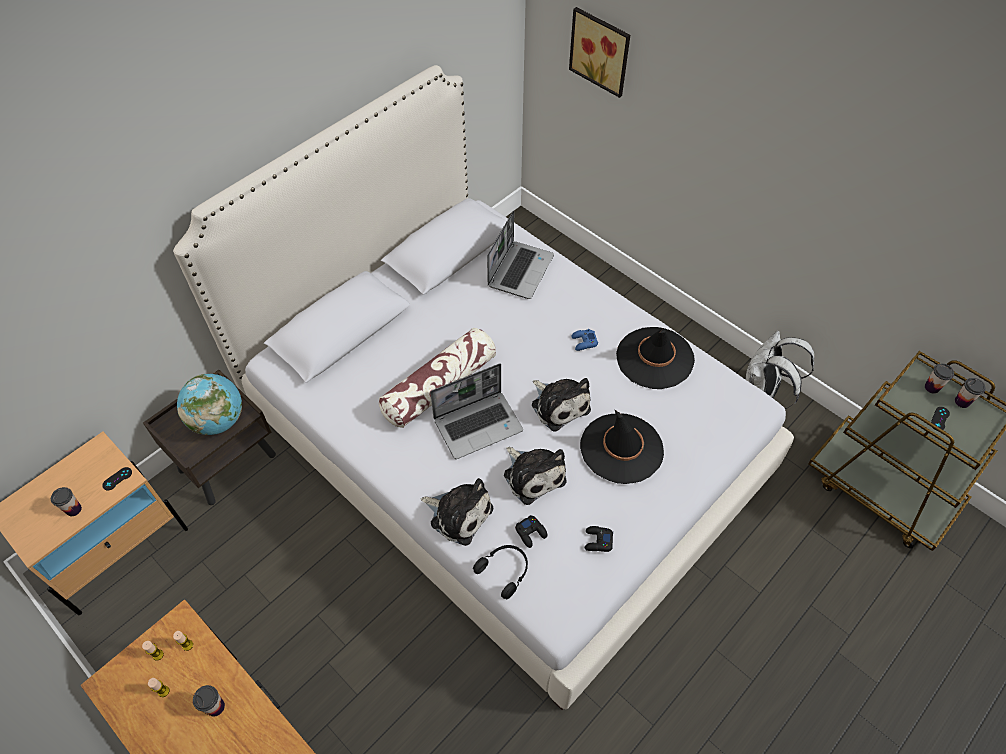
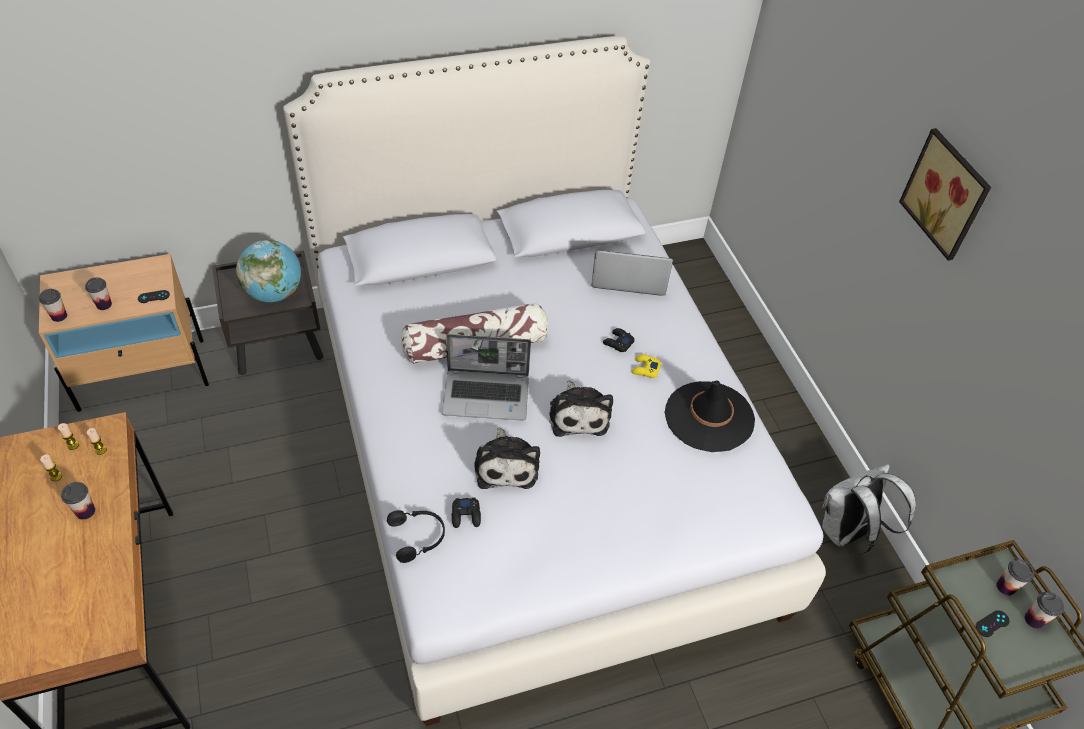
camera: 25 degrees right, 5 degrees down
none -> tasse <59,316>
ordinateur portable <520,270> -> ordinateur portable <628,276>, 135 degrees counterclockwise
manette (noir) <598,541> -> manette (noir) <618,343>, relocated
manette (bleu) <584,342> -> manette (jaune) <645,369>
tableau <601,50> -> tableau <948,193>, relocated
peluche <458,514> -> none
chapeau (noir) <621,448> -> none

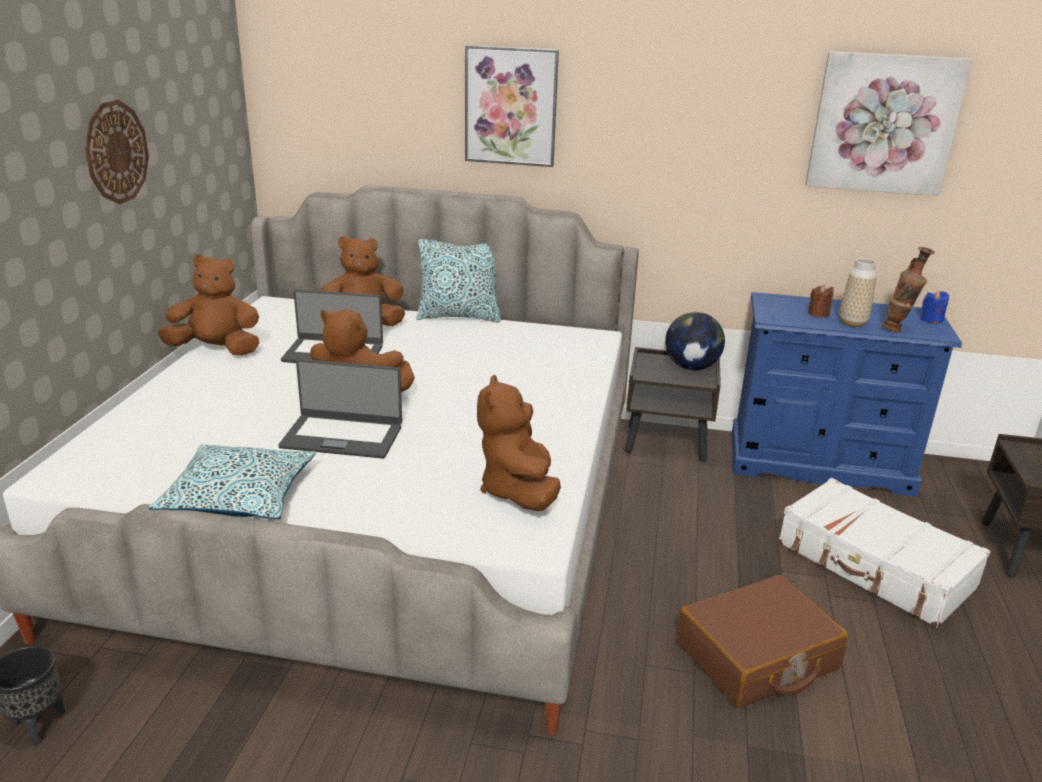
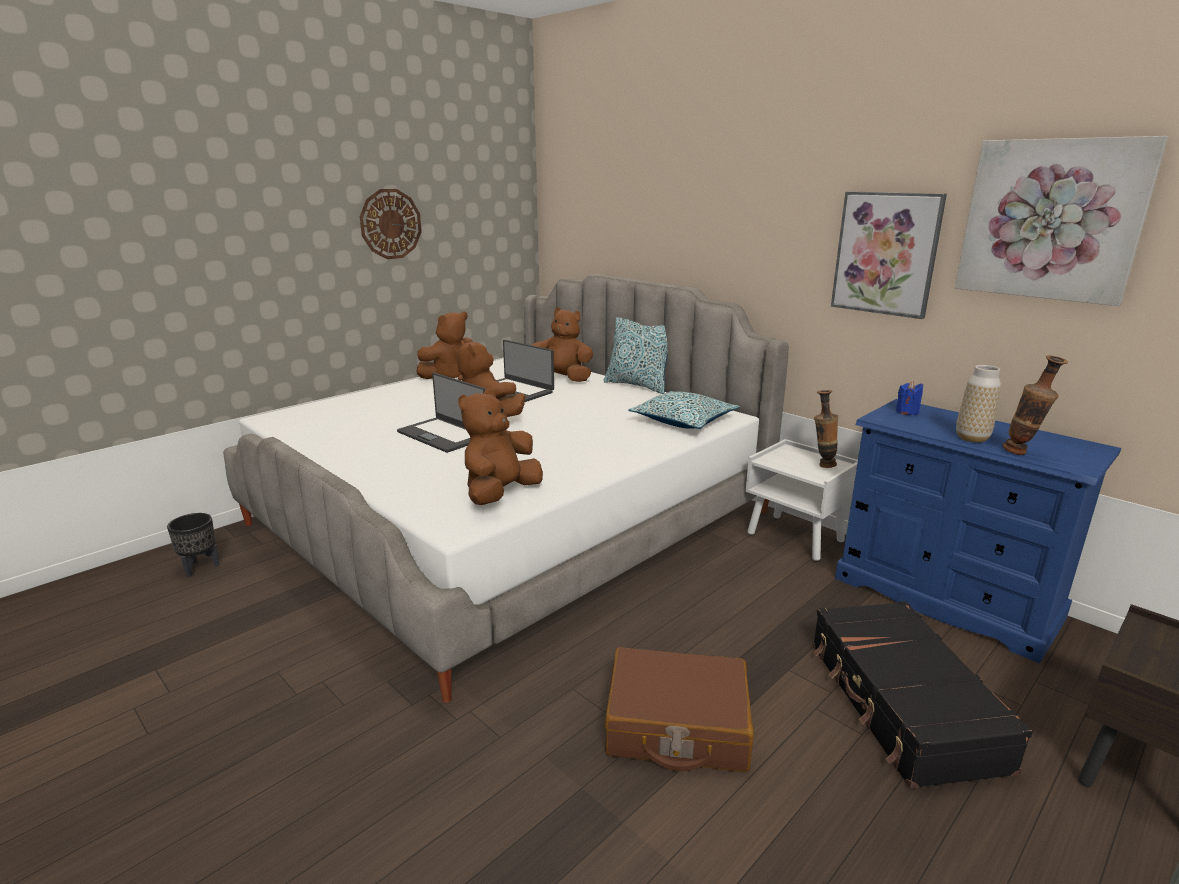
camera: 35 degrees right, 5 degrees down
peluche (marron) <217,350> -> peluche (marron) <450,376>, 105 degrees clockwise
coussin <239,496> -> coussin <683,421>, relocated
table de chevet (marron) <667,443> -> table de chevet (blanc) <796,537>
valise (blanc) <874,566> -> valise (noir) <901,704>
globe <691,367> -> vase <822,464>
tableau <511,106> -> tableau <886,253>, relocated
bougie (bleu) <931,320> -> bougie (bleu) <907,412>, relocated
bougie (marron) <818,314> -> none

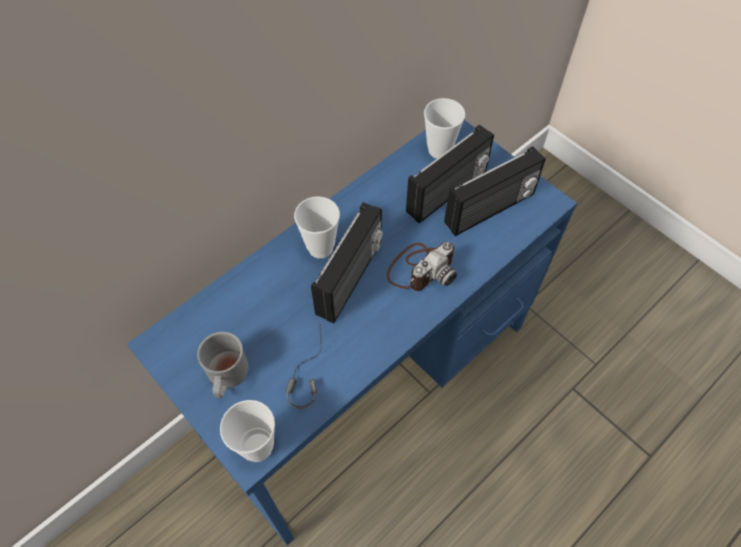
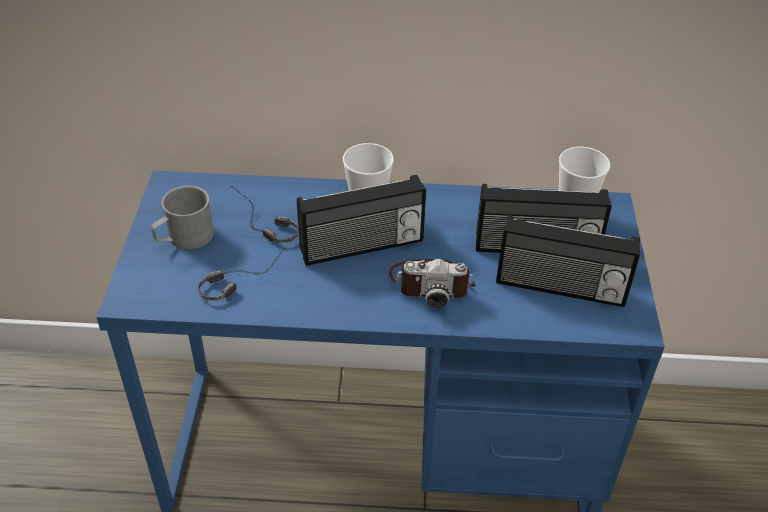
camera: 45 degrees right, 15 degrees down
none -> casque audio <259,225>
tasse <258,447> -> none

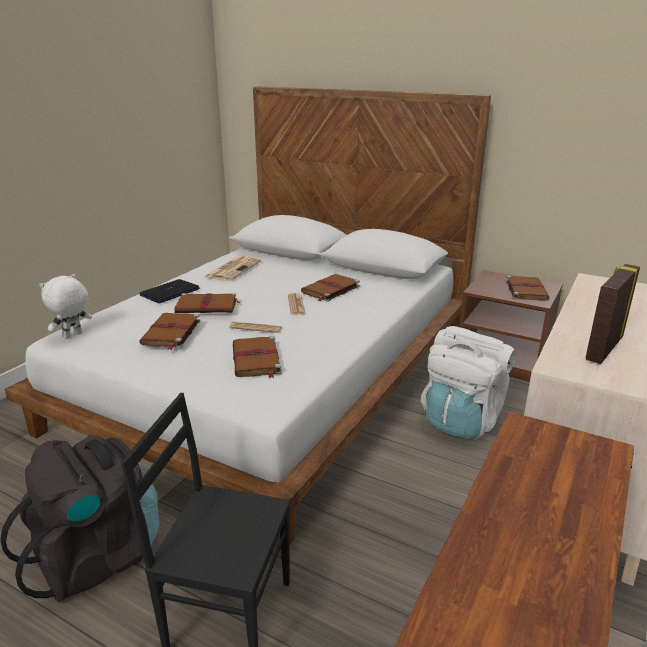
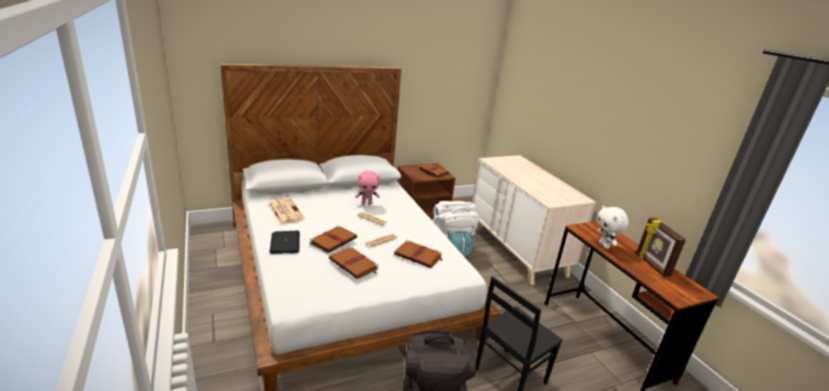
camera: 55 degrees left, 0 degrees up
livre (marron) <330,290> -> peluche (rose) <367,203>
peluche (blanc) <73,336> -> peluche (blanc) <604,246>, relocated
cadre photo <603,348> -> cadre photo <651,265>, relocated

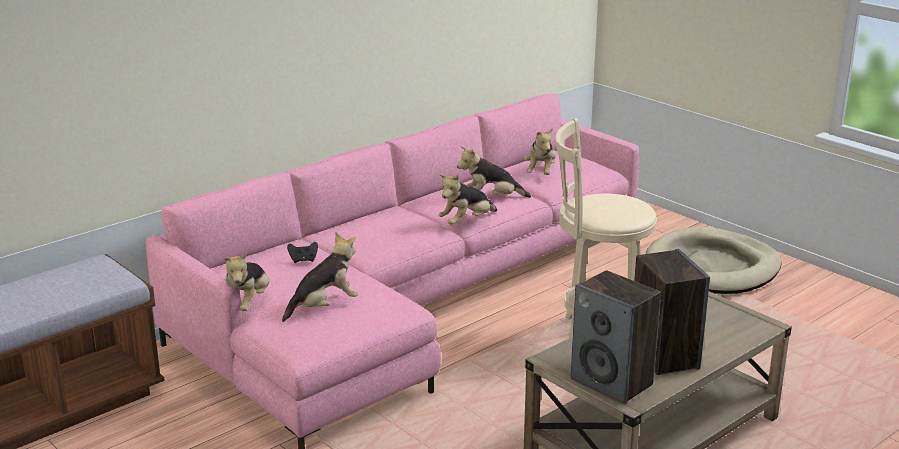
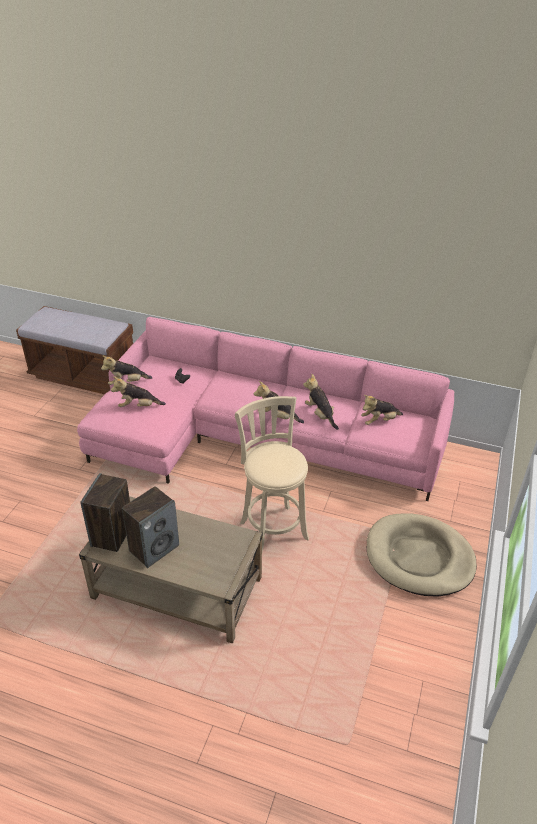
camera: 60 degrees right, 15 degrees up
peluche <324,306> -> peluche <138,406>, 150 degrees clockwise

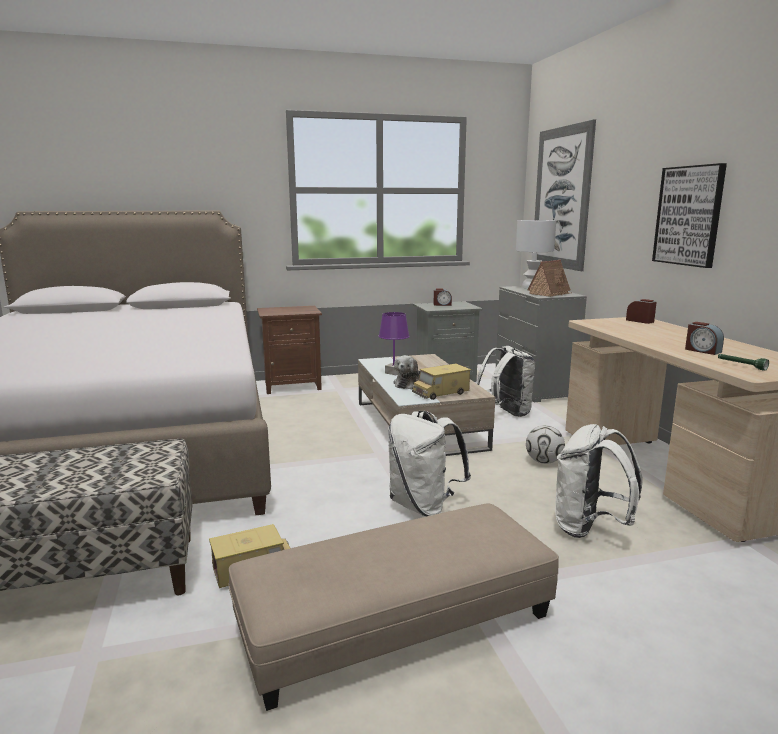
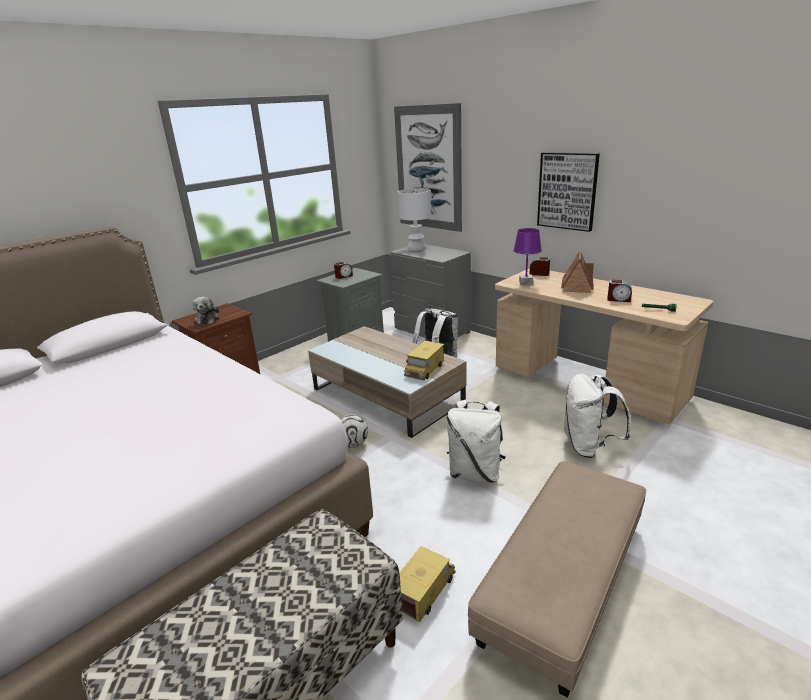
camera: 30 degrees left, 10 degrees up
peluche <408,384> -> peluche <207,319>, relocated
ballon de foot <544,461> -> ballon de foot <353,444>, relocated
lampe de table (violet) <394,373> -> lampe de table (violet) <526,283>, relocated
maison miniature <550,293> -> maison miniature <577,286>, relocated

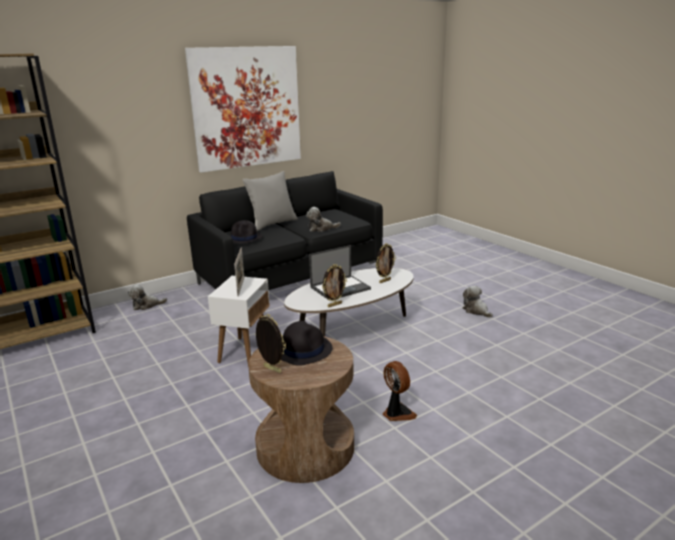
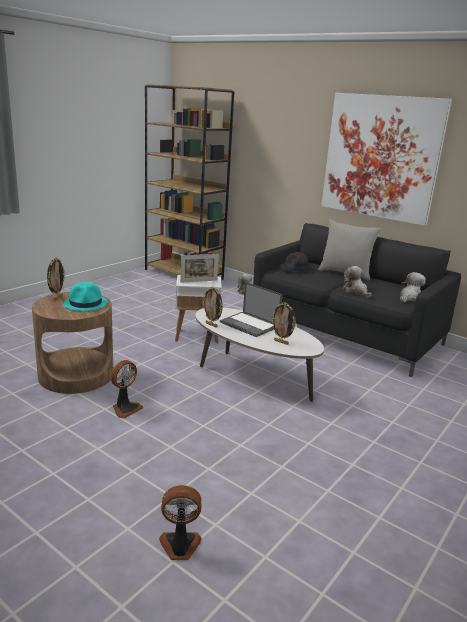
camera: 70 degrees right, 0 degrees up
chapeau (noir) <303,349> -> chapeau (turquoise) <86,304>
none -> ventilateur <180,546>
peluche <476,311> -> peluche <409,298>, relocated

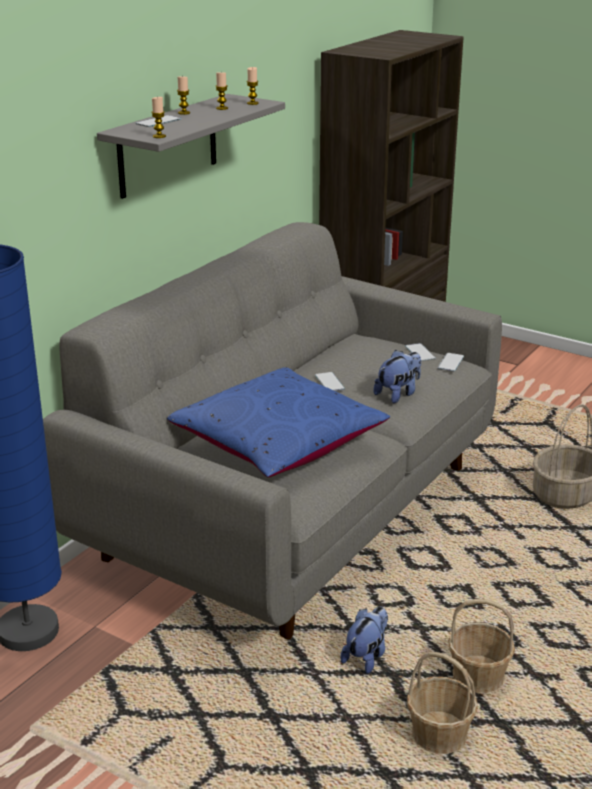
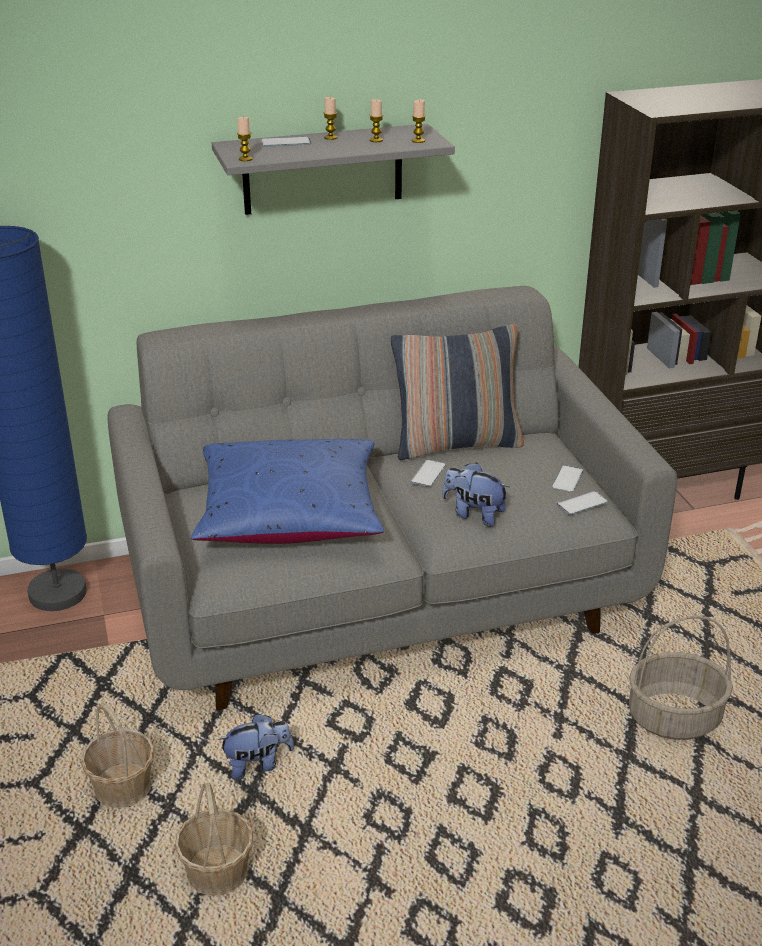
camera: 40 degrees right, 5 degrees up
panier <478,677> -> panier <123,788>, relocated
none -> coussin <456,444>
peluche <398,394> -> peluche <473,514>, 150 degrees counterclockwise

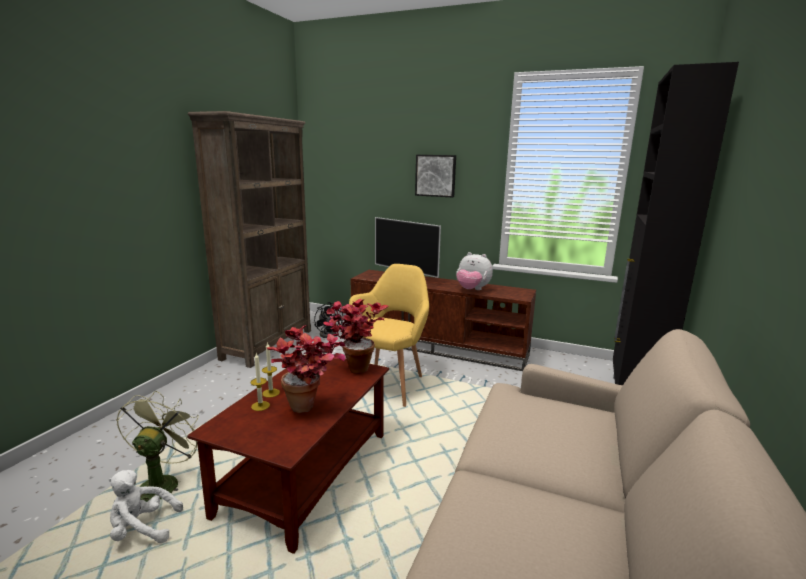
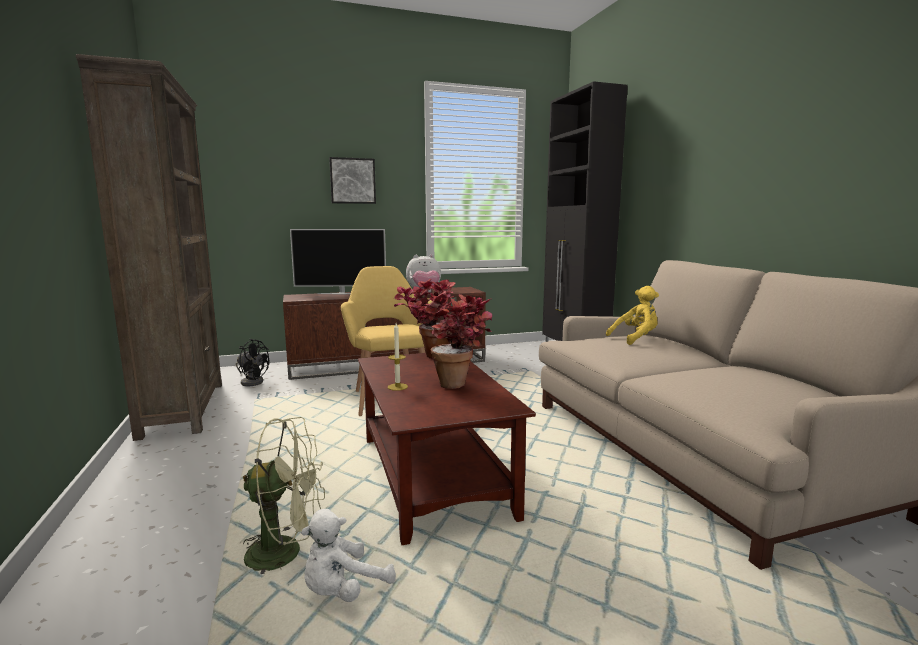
camera: 40 degrees left, 5 degrees down
ventilateur (vert) <162,482> -> ventilateur (vert) <286,552>, 120 degrees clockwise
none -> peluche (jaune) <635,339>
bougie <260,406> -> none

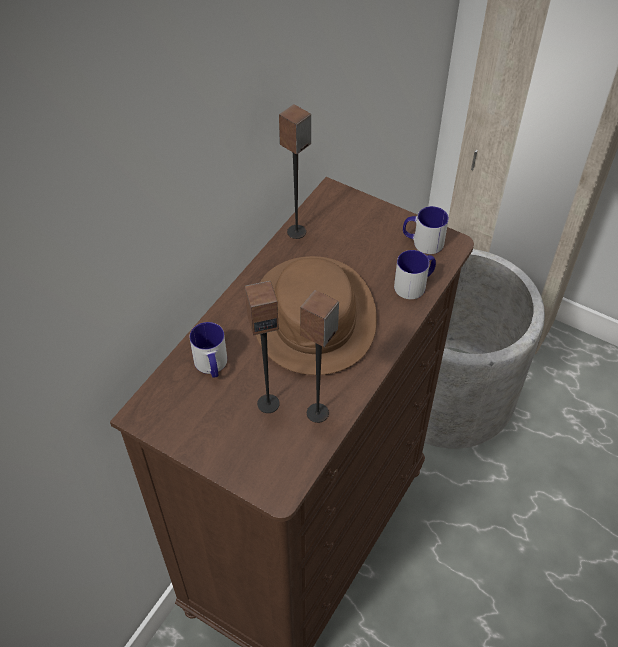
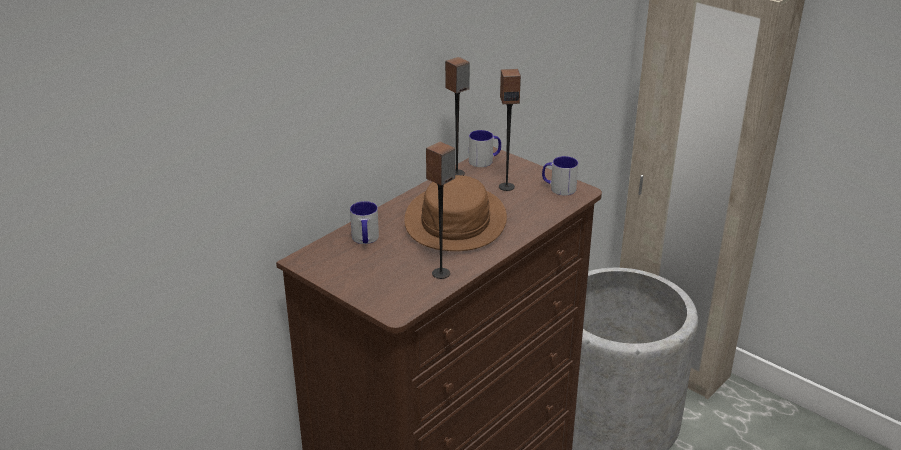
camera: 10 degrees right, 20 degrees down
mug <414,284> -> mug <485,160>, relocated
enceinte <268,403> -> enceinte <506,186>, relocated

